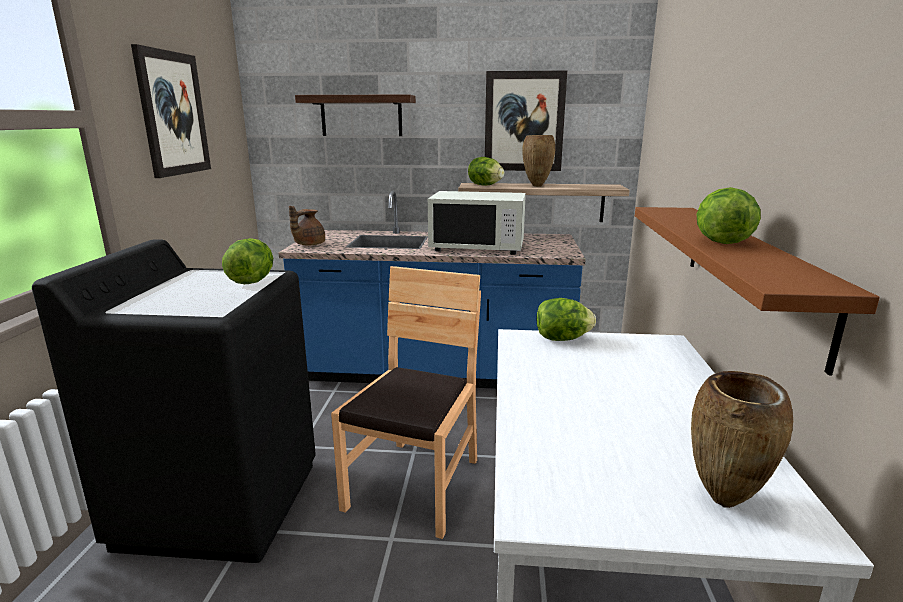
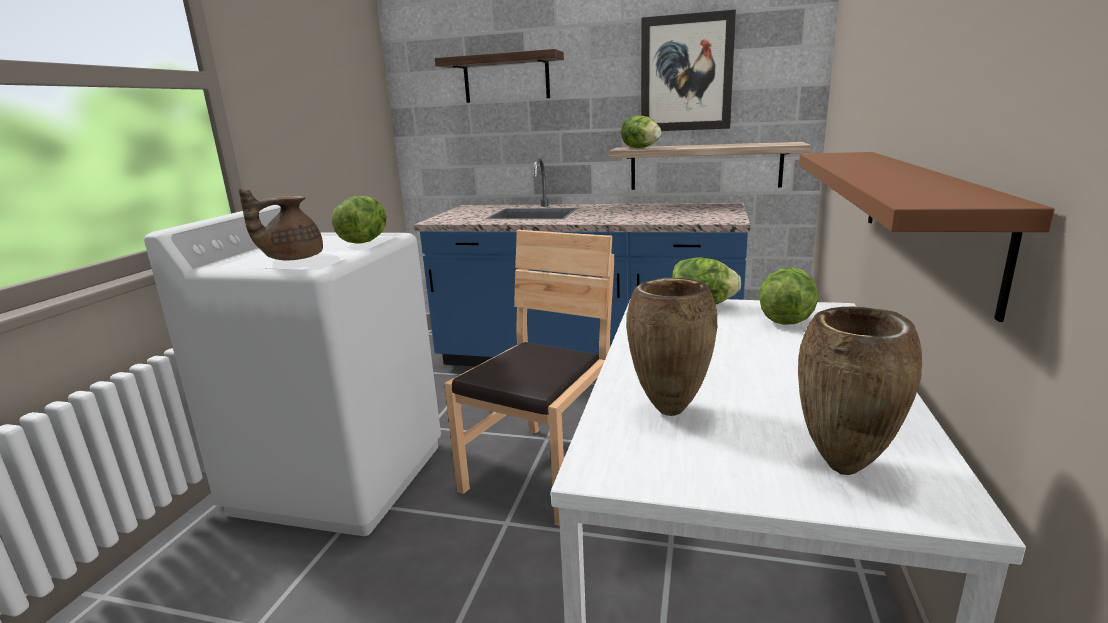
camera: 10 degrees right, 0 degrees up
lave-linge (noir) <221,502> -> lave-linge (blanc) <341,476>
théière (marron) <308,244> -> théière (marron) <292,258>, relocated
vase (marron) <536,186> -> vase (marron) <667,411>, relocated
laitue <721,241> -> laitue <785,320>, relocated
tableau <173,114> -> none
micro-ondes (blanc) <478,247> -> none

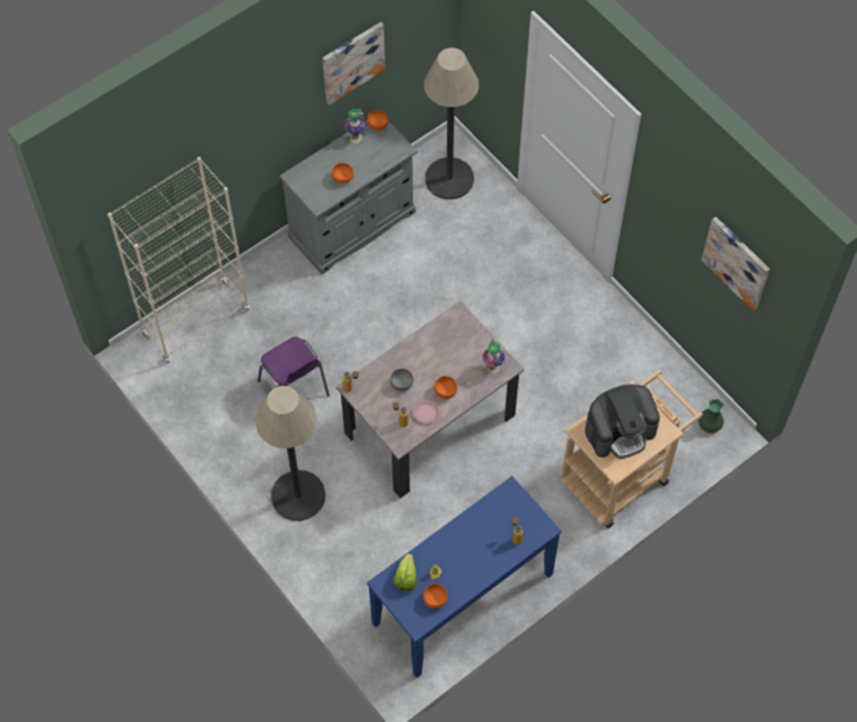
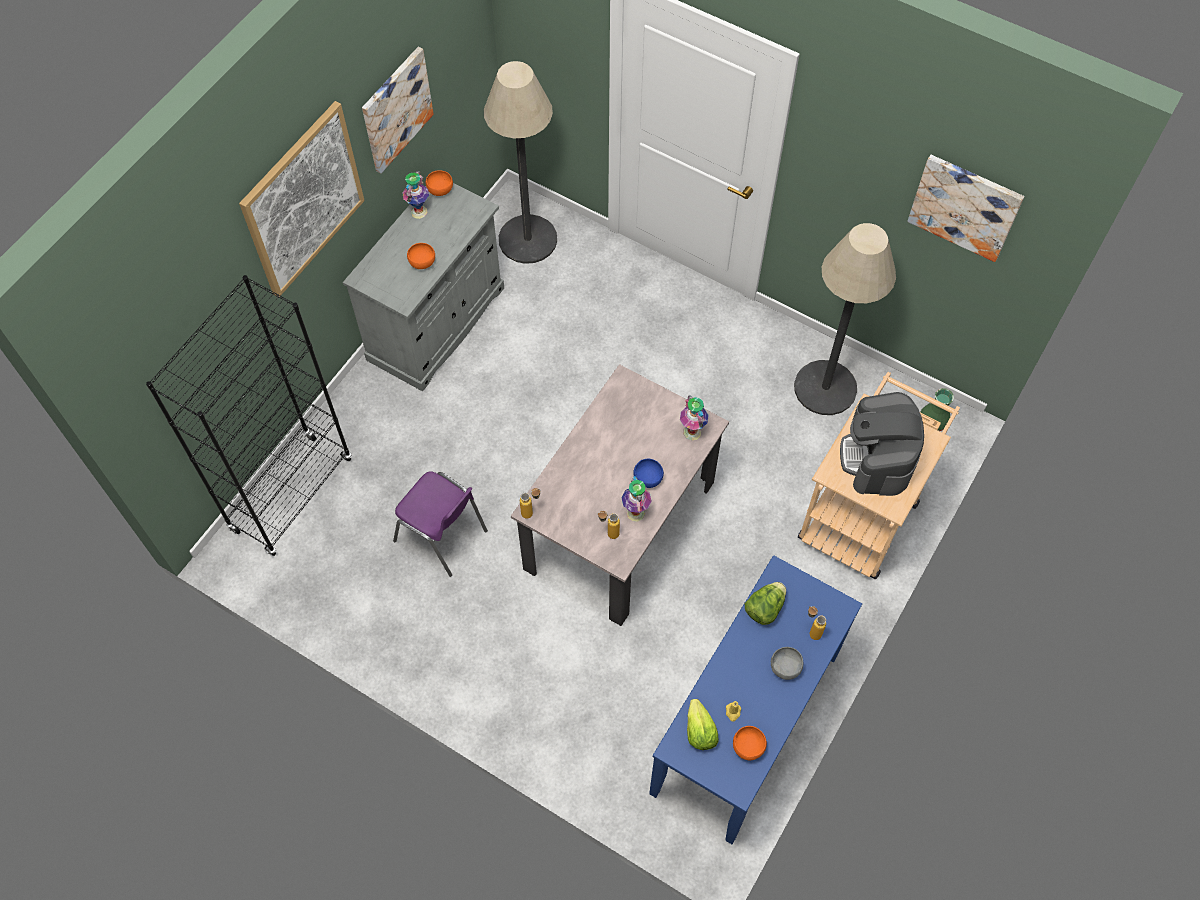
camera: 20 degrees left, 0 degrees up
bibliothèque (beige) <196,322> -> bibliothèque (noir) <292,494>
none -> tableau <303,200>
assiette (rose) <426,413> -> vase <635,513>
bol (orange) <445,391> -> bol (bleu) <648,478>
none -> laitue <764,608>
bol (gris) <401,384> -> bol (gris) <785,668>, relocated
lampadaire <298,496> -> lampadaire <825,388>, relocated
machine à café <620,430> -> machine à café <877,457>, 135 degrees clockwise

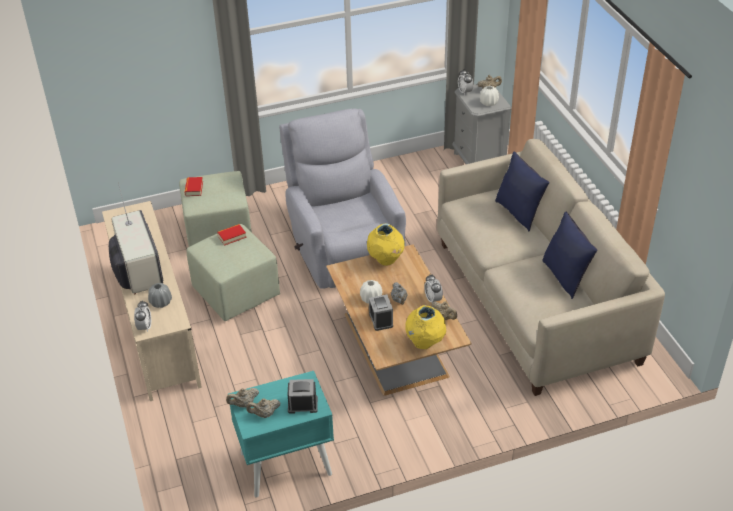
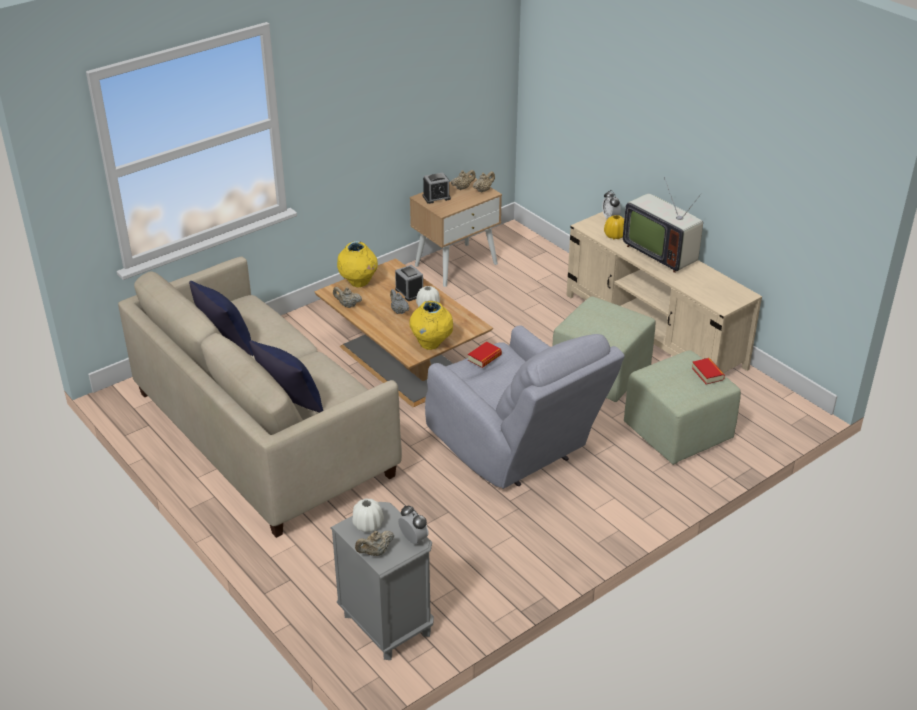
camera: 160 degrees right, 5 degrees down
table de chevet (turquoise) <285,464> -> table de chevet (beige) <456,264>
livre <232,236> -> livre <484,358>, relocated
vase (gris) <161,302> -> vase (jaune) <615,236>
réveil <433,299> -> none

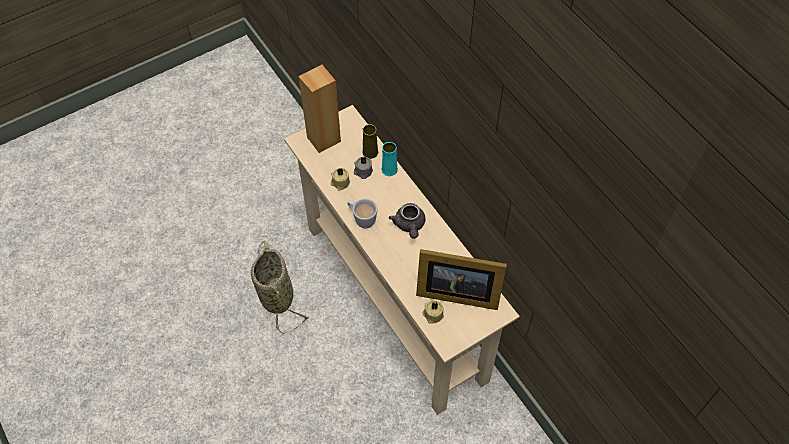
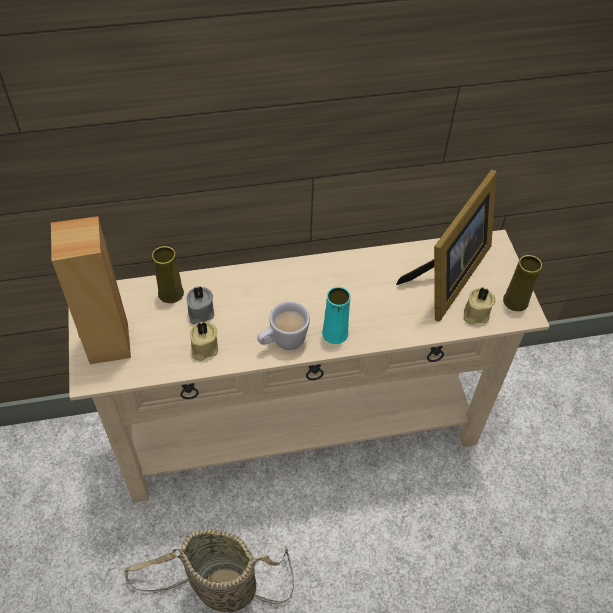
camera: 70 degrees left, 5 degrees down
vase (turquoise) <389,169> -> vase (turquoise) <335,333>, relocated
none -> vase (jaune) <515,301>
théière (gris) <409,225> -> none

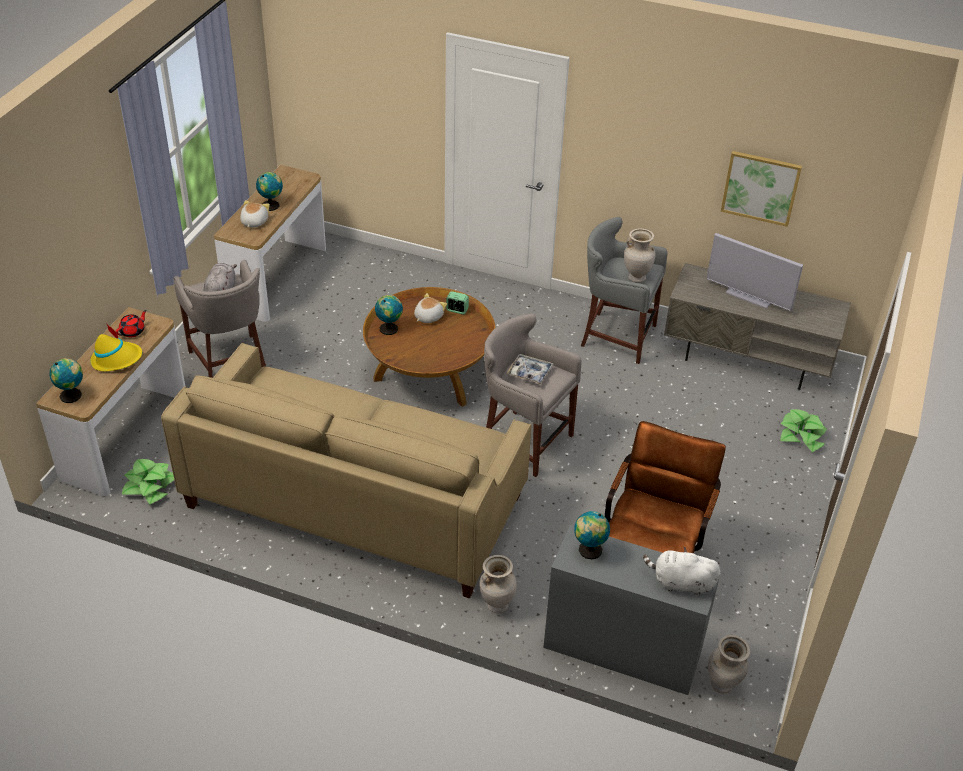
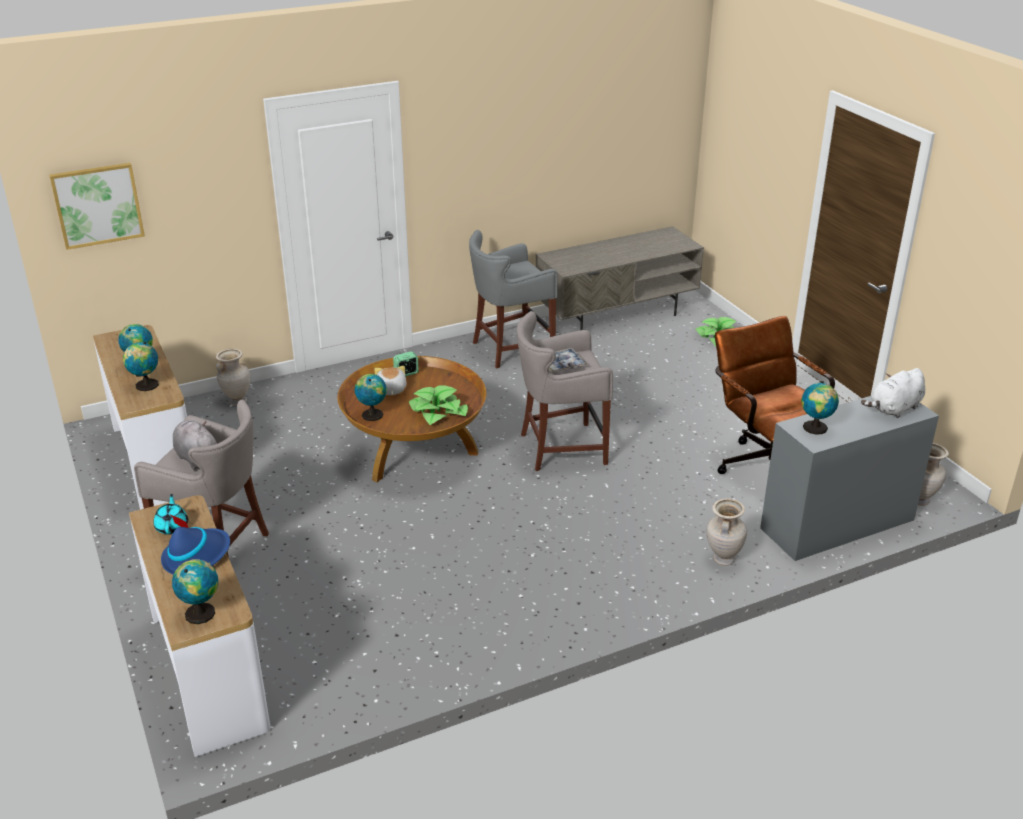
camera: 45 degrees left, 10 degrees down
tableau <760,187> -> tableau <97,205>, relocated
peluche <253,222> -> globe <145,386>
théière (rouge) <133,331> -> théière (turquoise) <172,526>
chapeau (jaune) <117,359> -> chapeau (bleu) <196,556>
vase (beige) <636,277> -> vase (beige) <237,401>, relocated
plante en pot <150,486> -> plante en pot <438,412>, relocated
canapé (beige) <355,501> -> none
téléviseur <749,296> -> none

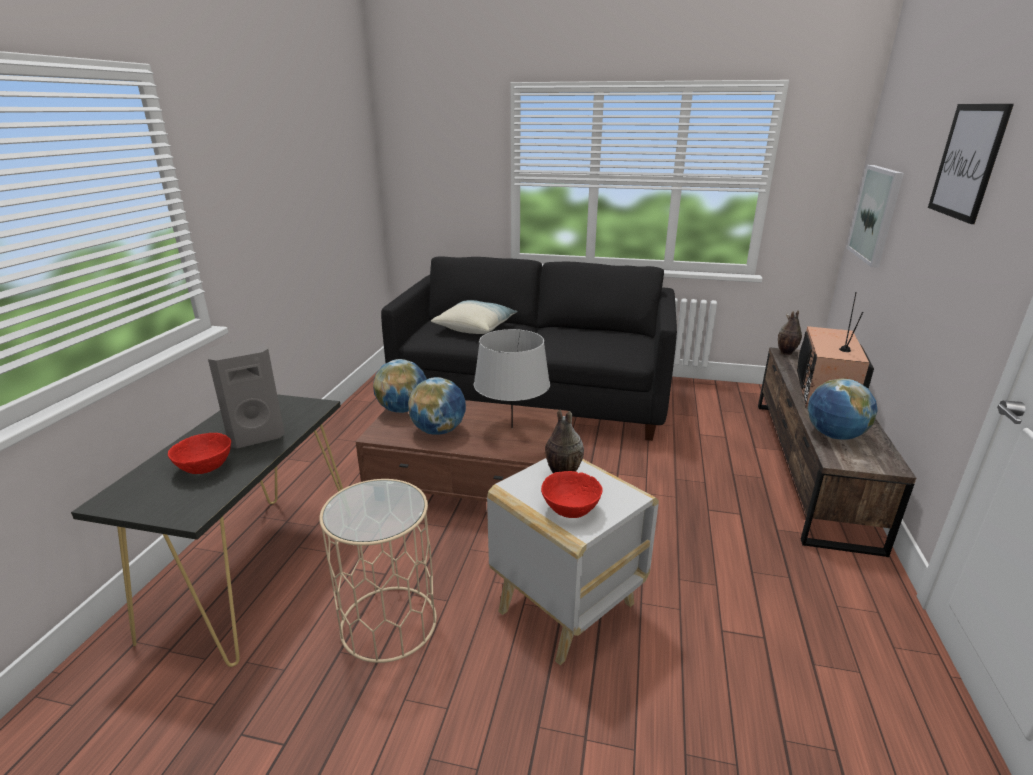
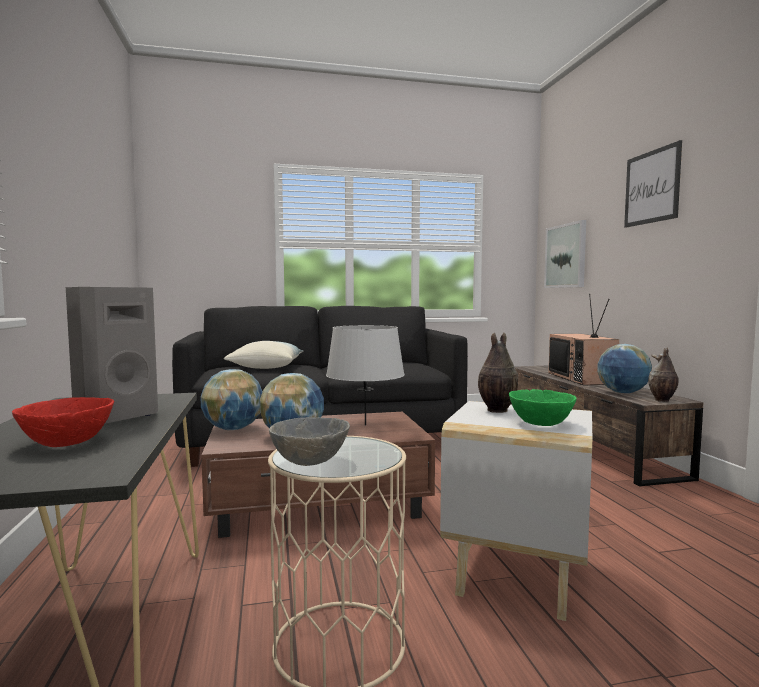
camera: 25 degrees left, 20 degrees down
none -> bol (gris) <309,461>
bol (rouge) <570,510> -> bol (vert) <541,423>
vase <785,353> -> vase <662,400>, relocated

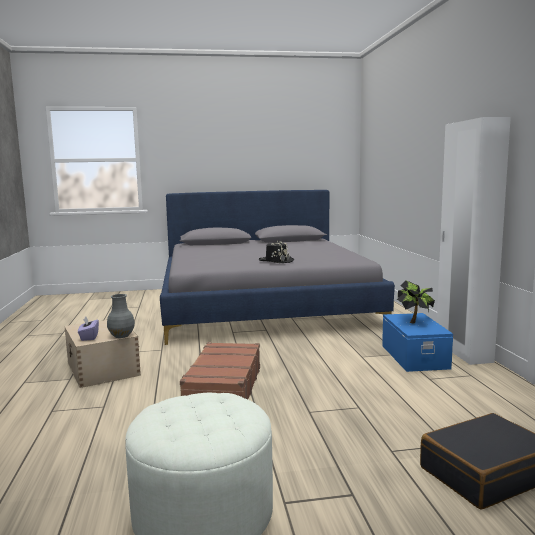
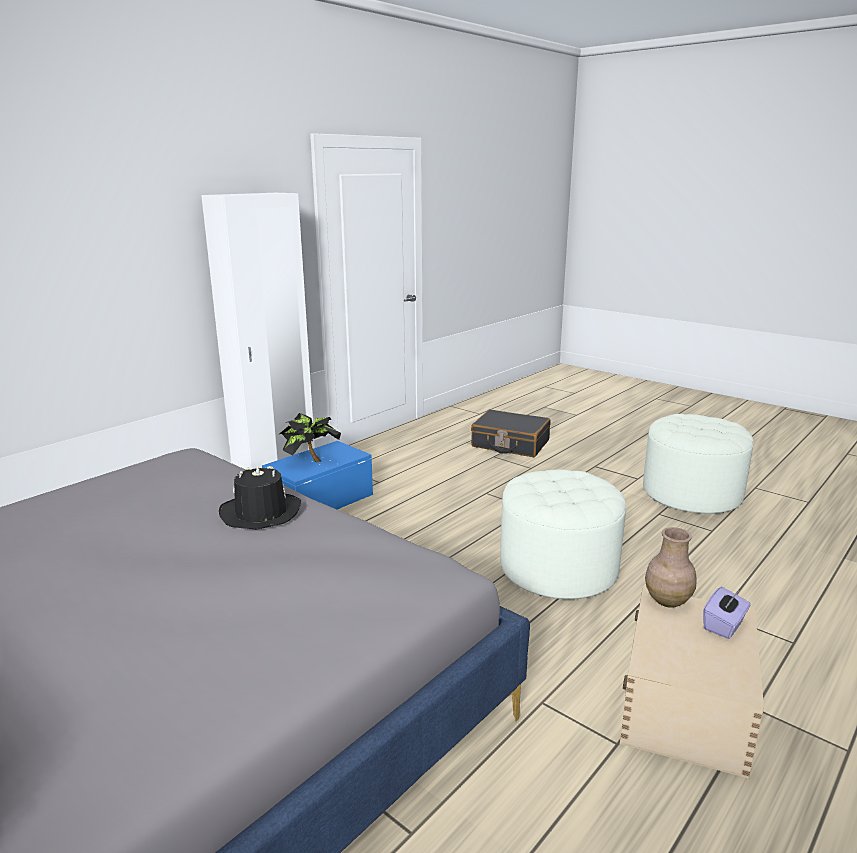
camera: 130 degrees left, 10 degrees up
valise (marron) <223,387> -> pouf (blanc) <558,568>
vase (gris) <122,336> -> vase (marron) <667,600>

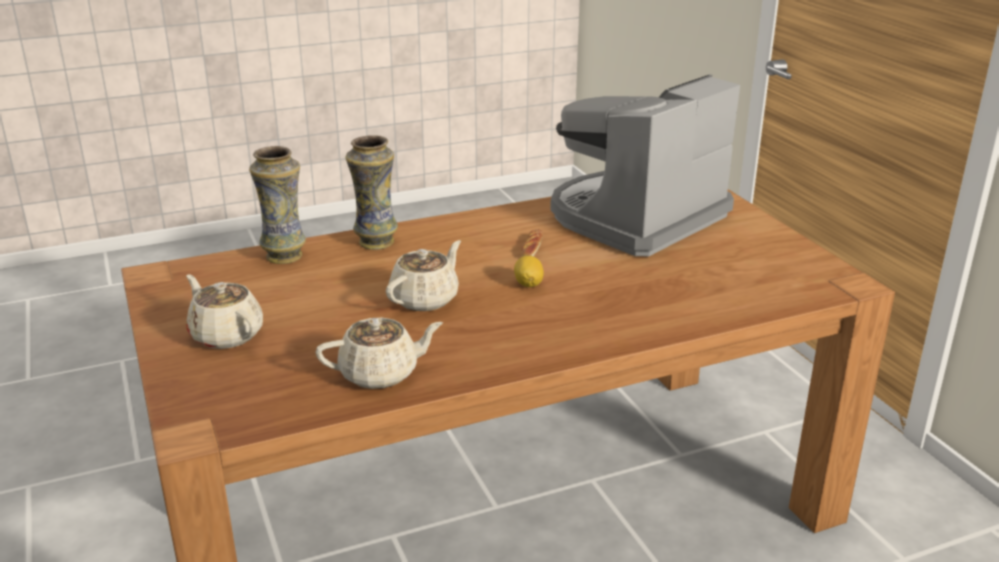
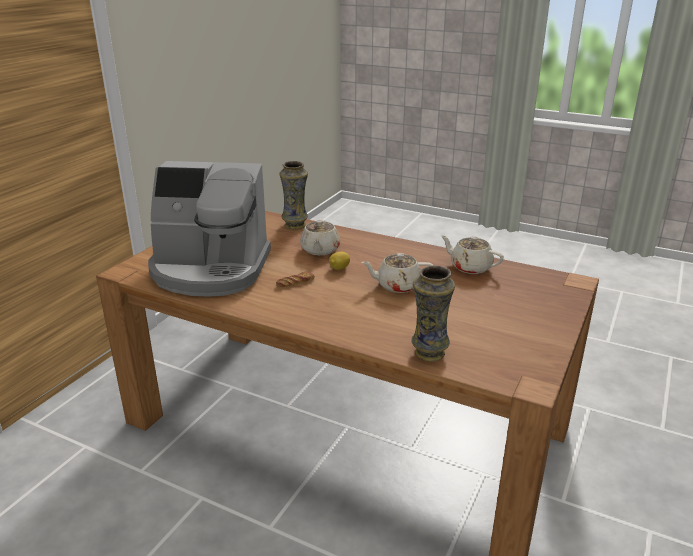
camera: 130 degrees left, 0 degrees up
vase <375,242> -> vase <295,225>, relocated
théière (beige) <226,334> -> théière (beige) <320,250>, relocated

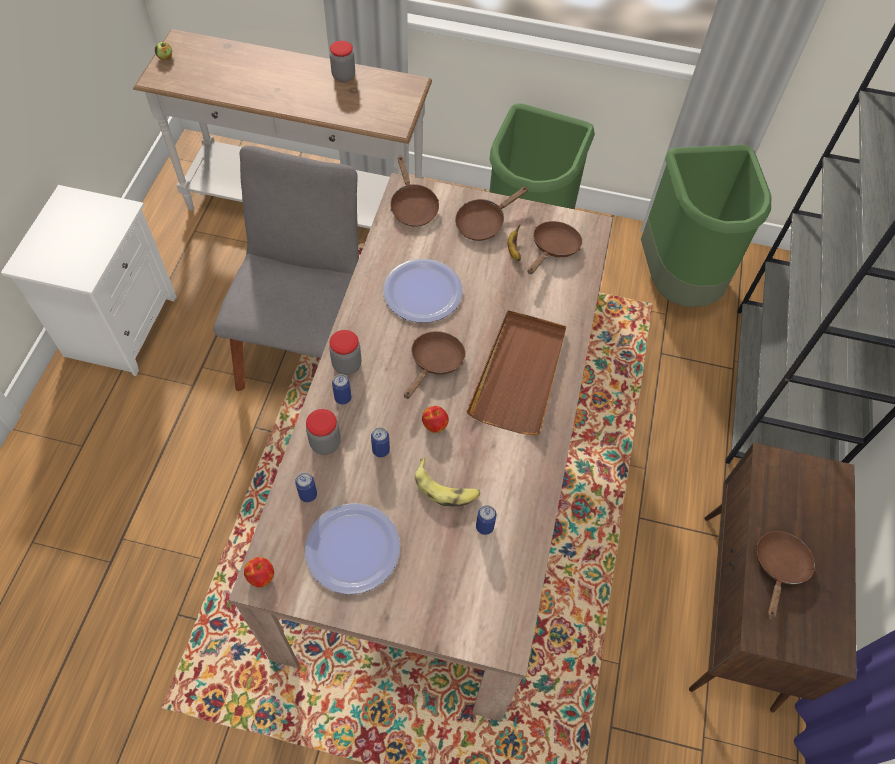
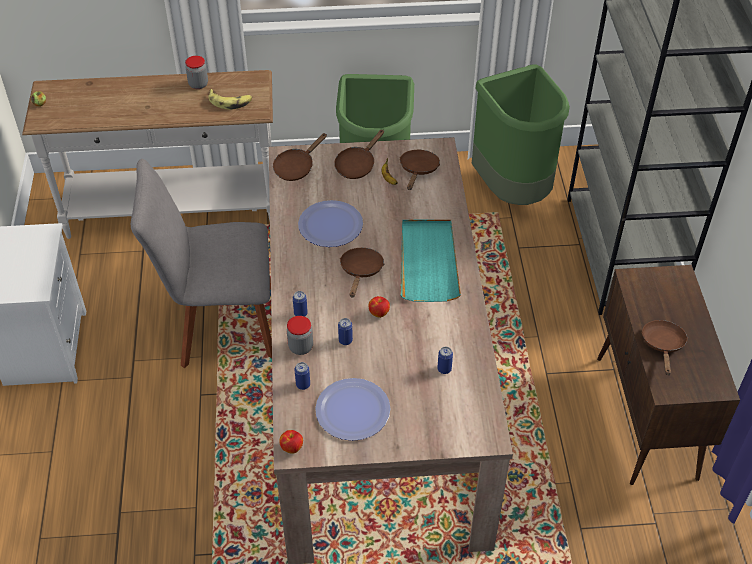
camera: 15 degrees left, 10 degrees down
chaise (gris) <305,352> -> chaise (gris) <220,325>, 90 degrees counterclockwise
banane <446,488> -> banane <230,102>, relocated
poêle (marron) <412,207> -> poêle (marron) <296,167>, 75 degrees clockwise
plateau (marron) <519,374> -> plateau (turquoise) <428,262>
bocal <347,365> -> none

